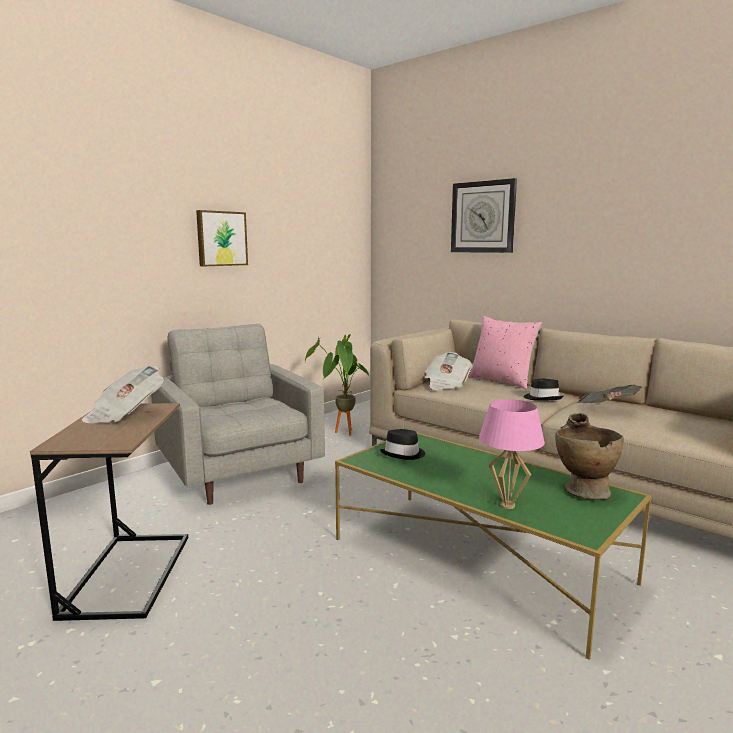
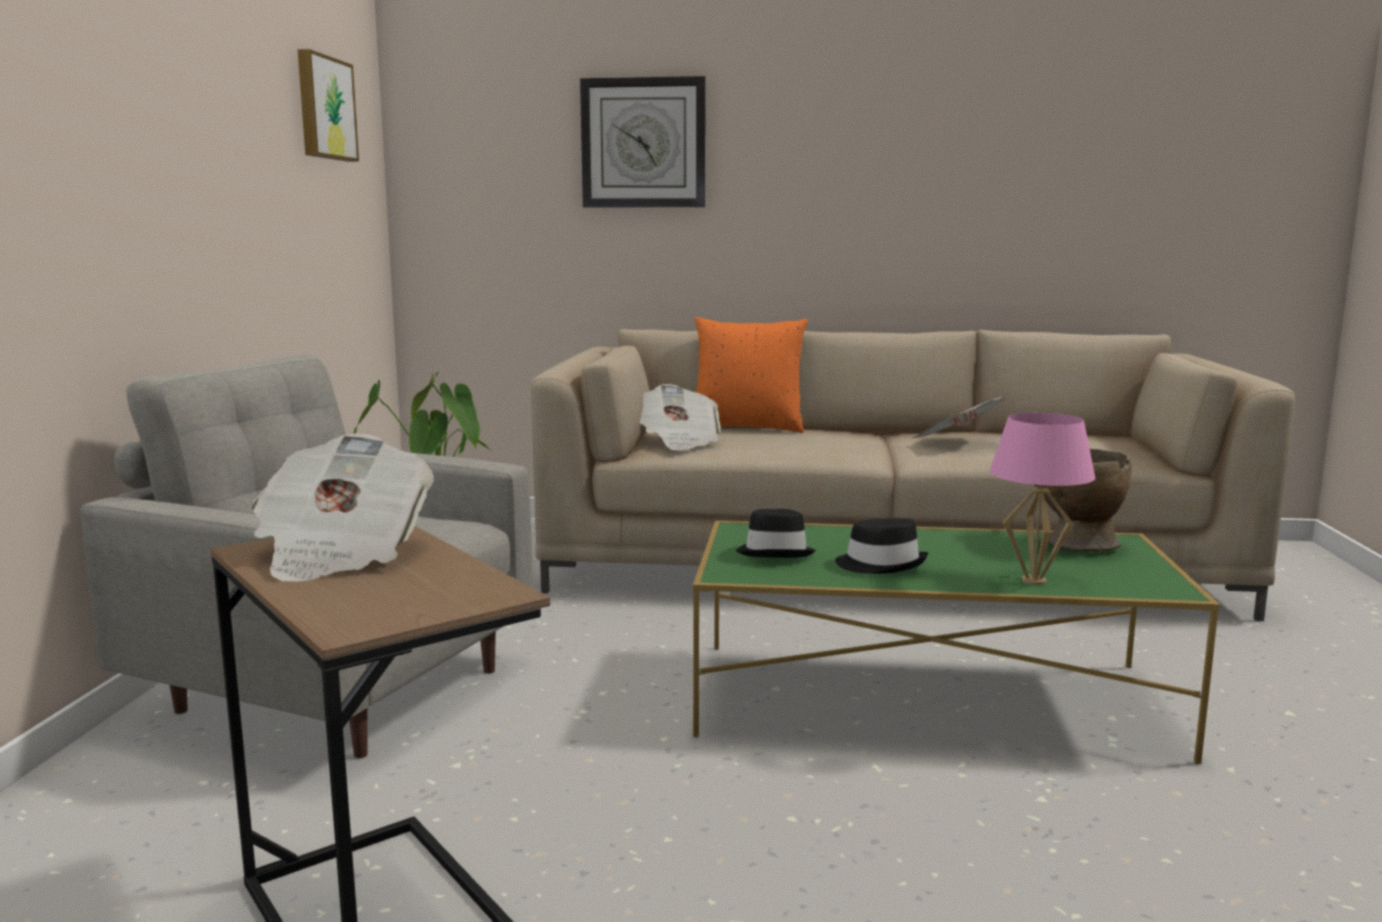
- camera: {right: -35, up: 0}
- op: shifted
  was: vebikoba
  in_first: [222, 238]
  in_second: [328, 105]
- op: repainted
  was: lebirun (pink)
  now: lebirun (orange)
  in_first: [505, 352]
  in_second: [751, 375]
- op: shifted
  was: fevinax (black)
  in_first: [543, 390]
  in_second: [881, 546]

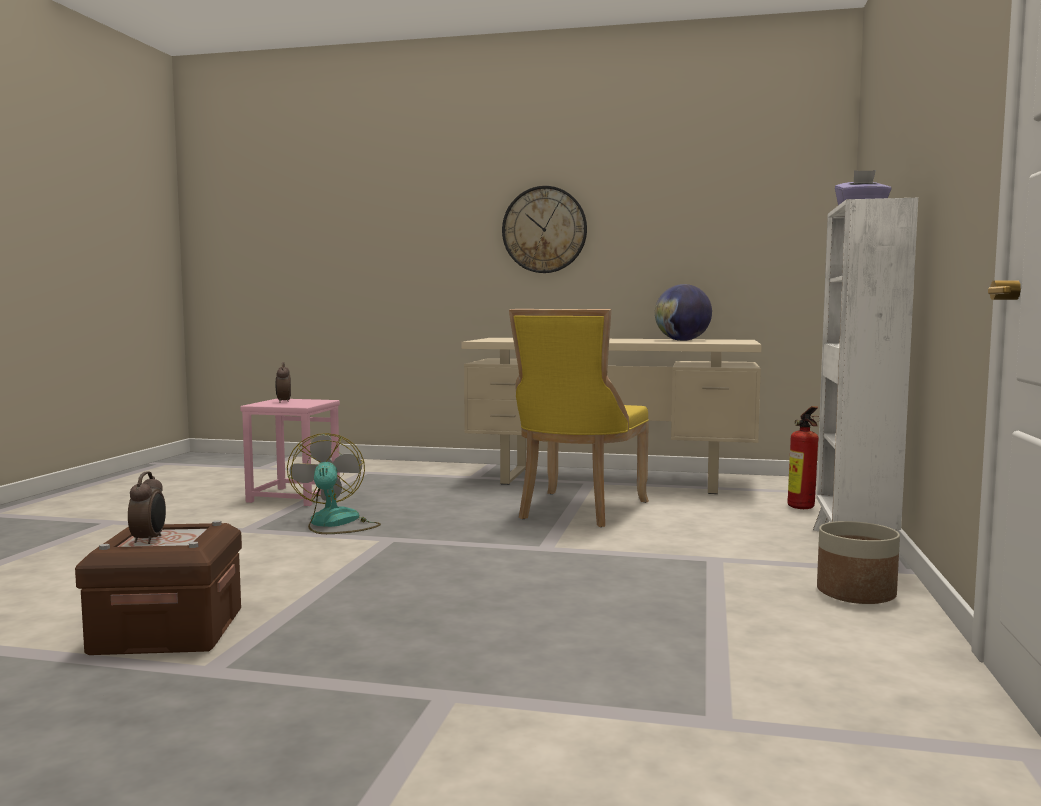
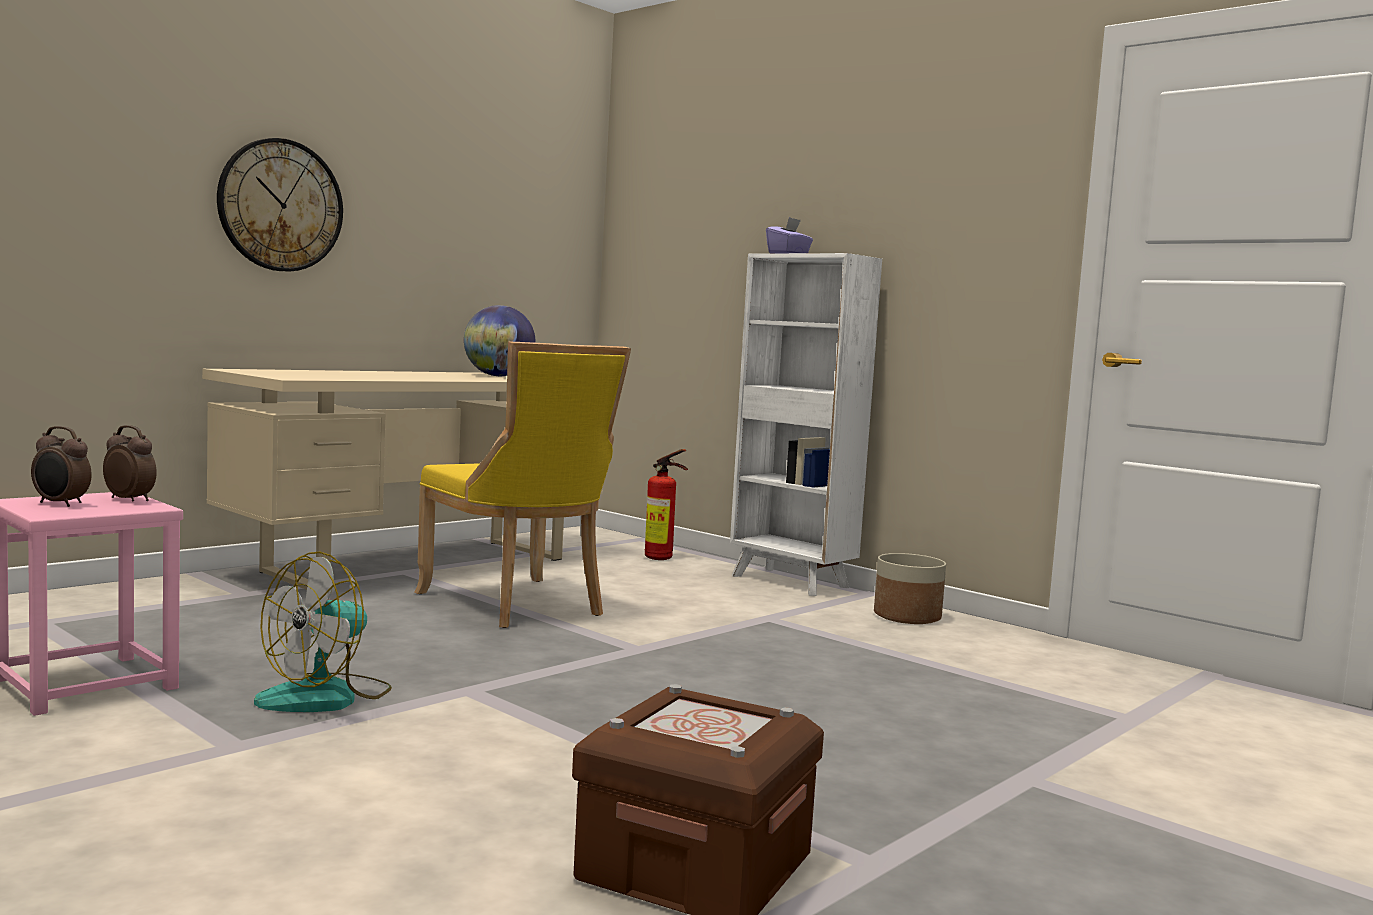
- camera: {right: -60, up: 0}
- op: rotated
  was: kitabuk
  in_first: [334, 483]
  in_second: [323, 632]
  clockwise: -75
- op: shifted
  was: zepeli
  in_first: [147, 507]
  in_second: [130, 463]

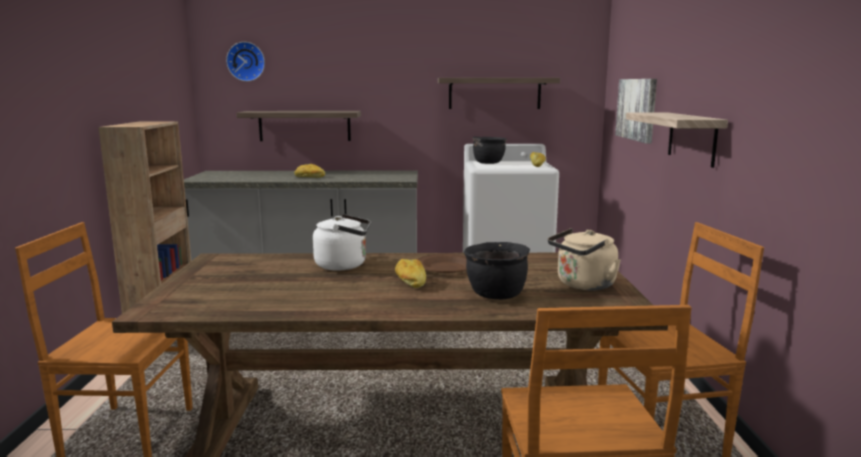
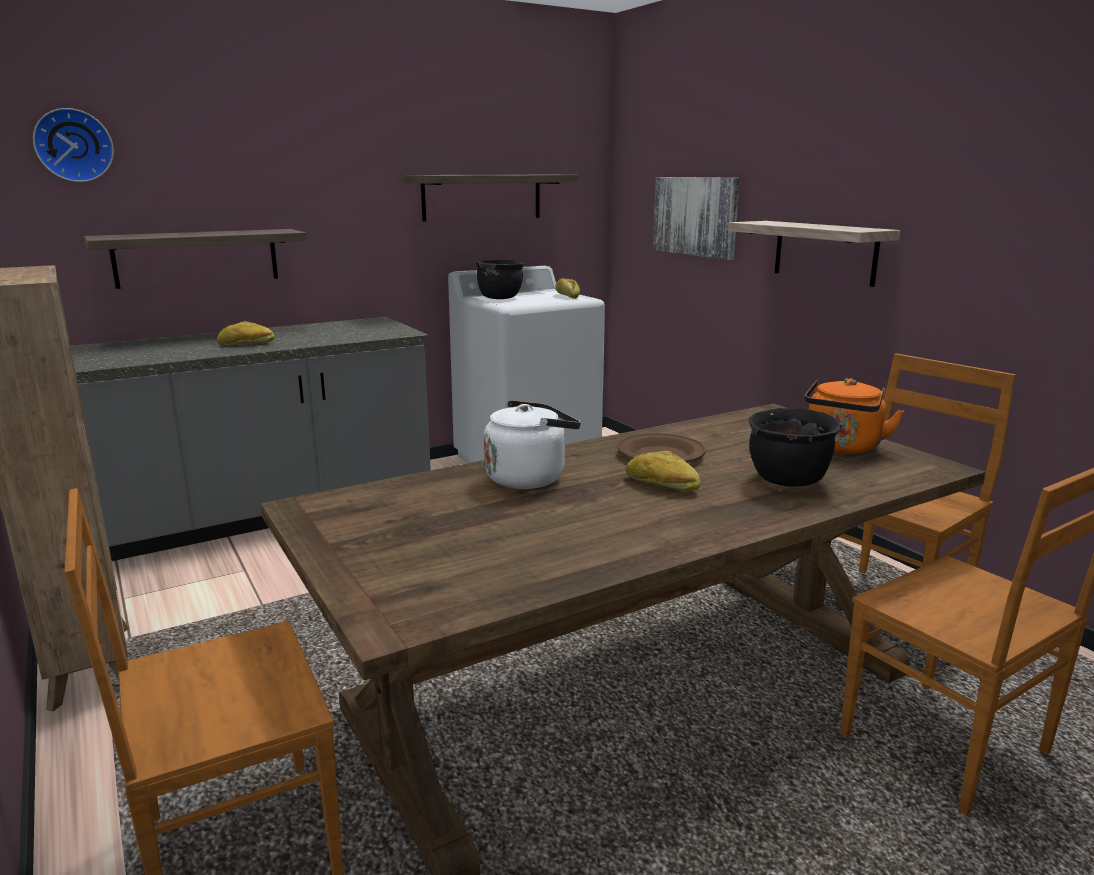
- camera: {right: -30, up: 5}
- op: repainted
  was: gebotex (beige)
  now: gebotex (orange)
  in_first: [584, 259]
  in_second: [854, 416]

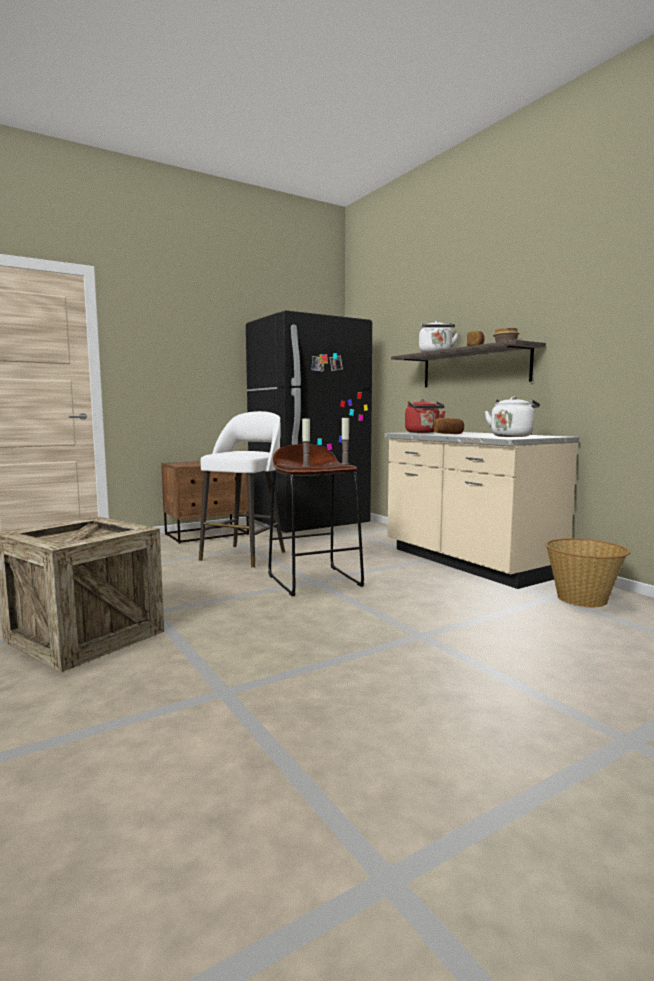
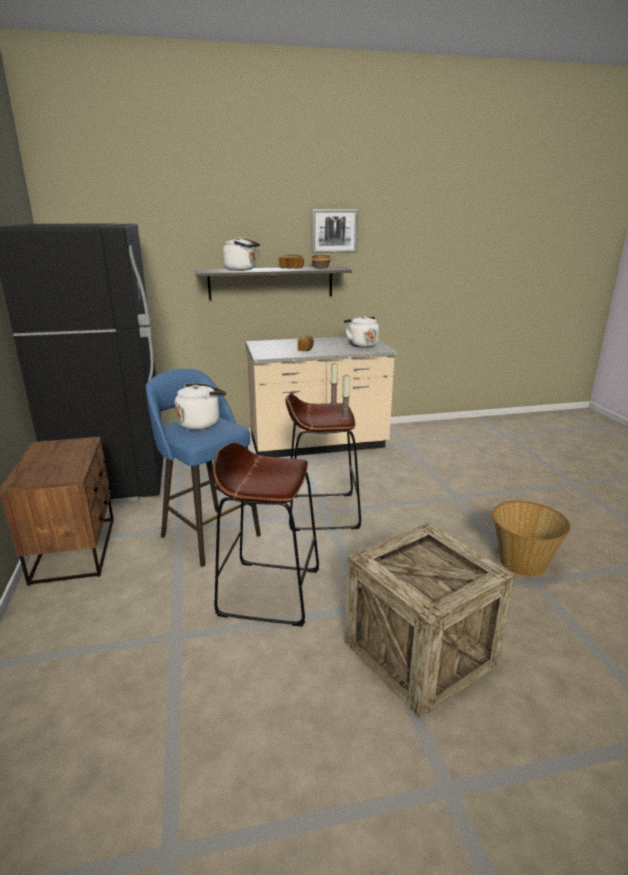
- camera: {right: -70, up: 15}
- op: gone
  was: gebotex (red)
  in_first: [425, 416]
- op: repainted
  was: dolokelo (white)
  now: dolokelo (blue)
  in_first: [242, 489]
  in_second: [203, 468]
- op: shifted
  was: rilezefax
  in_first: [587, 572]
  in_second: [531, 539]
- op: new
  now: vebikoba
  in_second: [335, 231]
- op: new
  now: gebotex (white)
  in_second: [200, 406]
- op: new
  now: dolokelo (brown)
  in_second: [266, 534]

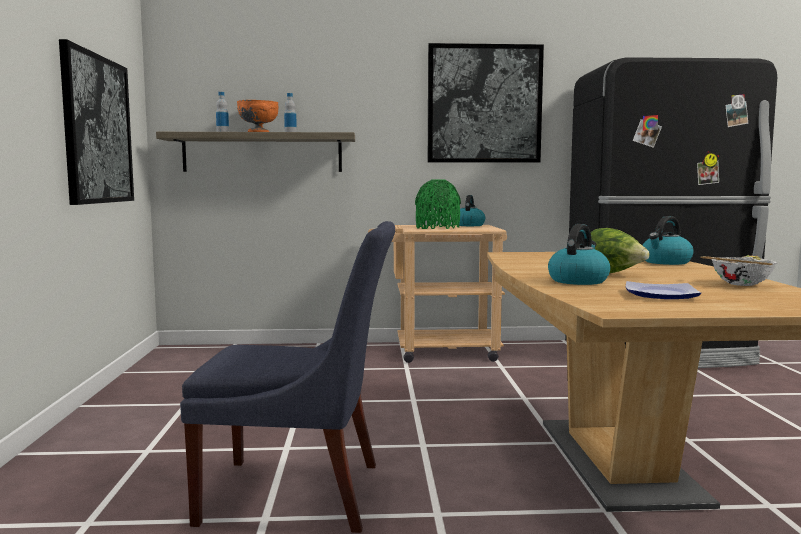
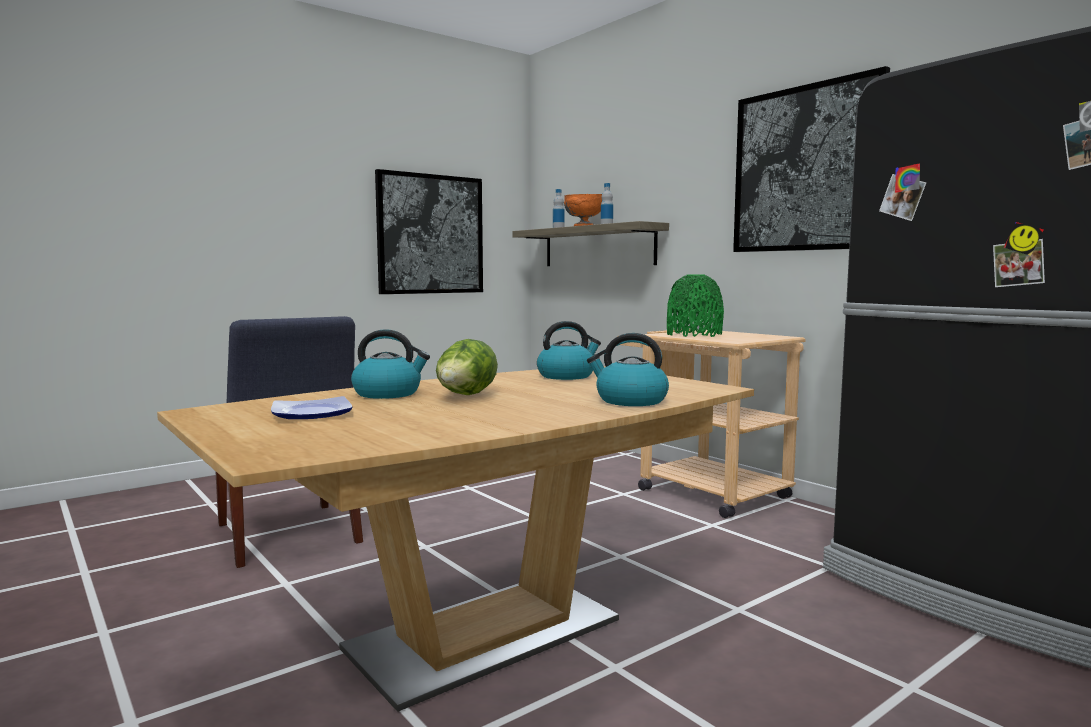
- camera: {right: 55, up: 0}
- op: shifted
  was: gebotex
  in_first: [472, 210]
  in_second: [569, 350]
- op: gone
  was: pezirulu
  in_first: [738, 270]

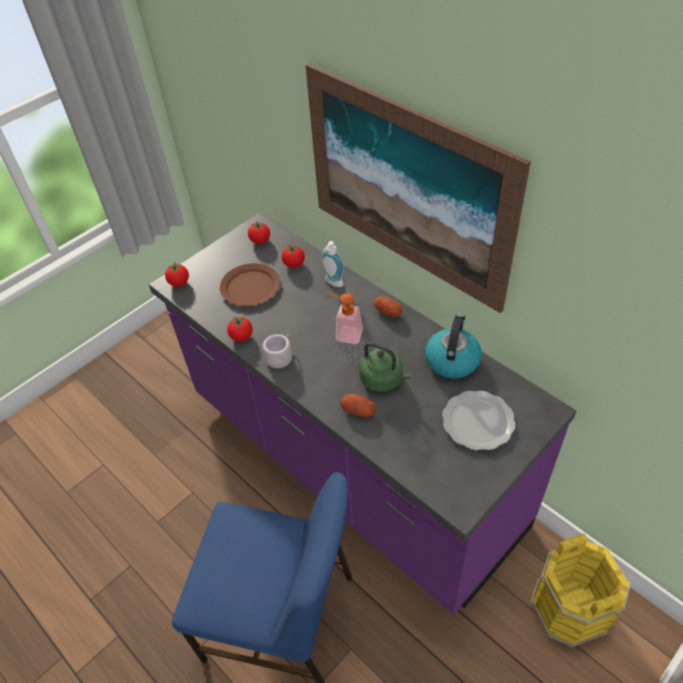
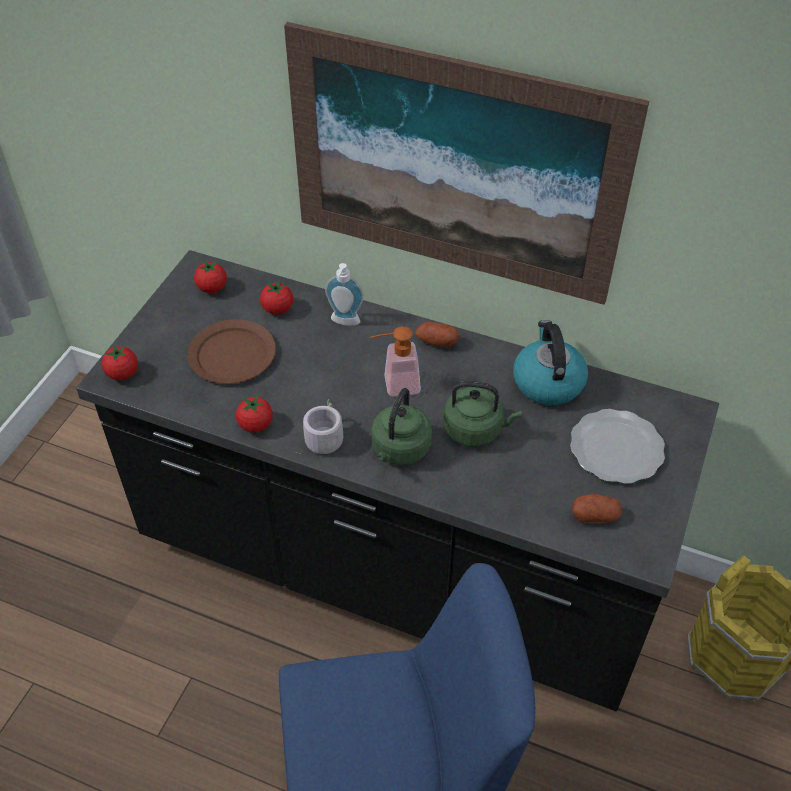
- camera: {right: -25, up: 0}
- op: repainted
  was: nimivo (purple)
  now: nimivo (black)
  in_first: [362, 414]
  in_second: [397, 480]
- op: shifted
  was: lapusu
  in_first: [358, 405]
  in_second: [597, 508]
- op: new
  now: gebotex (green)
  in_second: [401, 426]

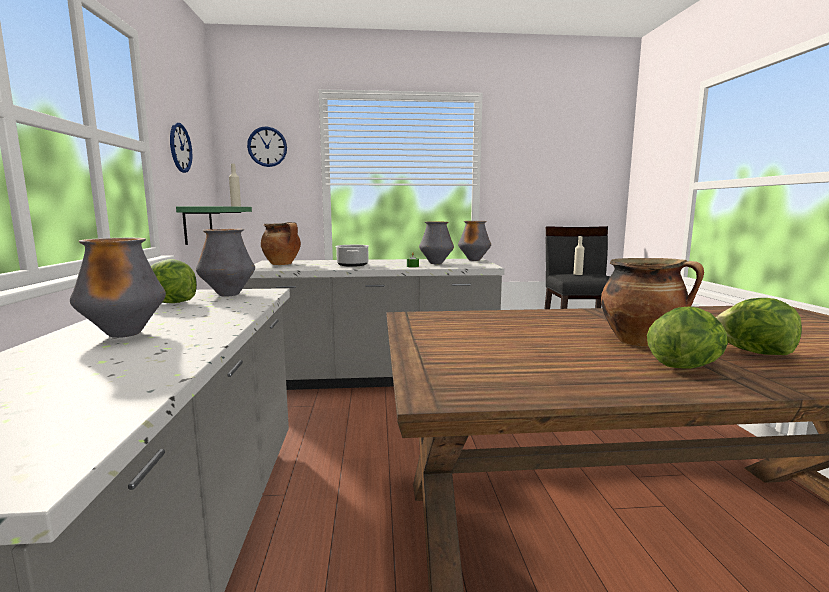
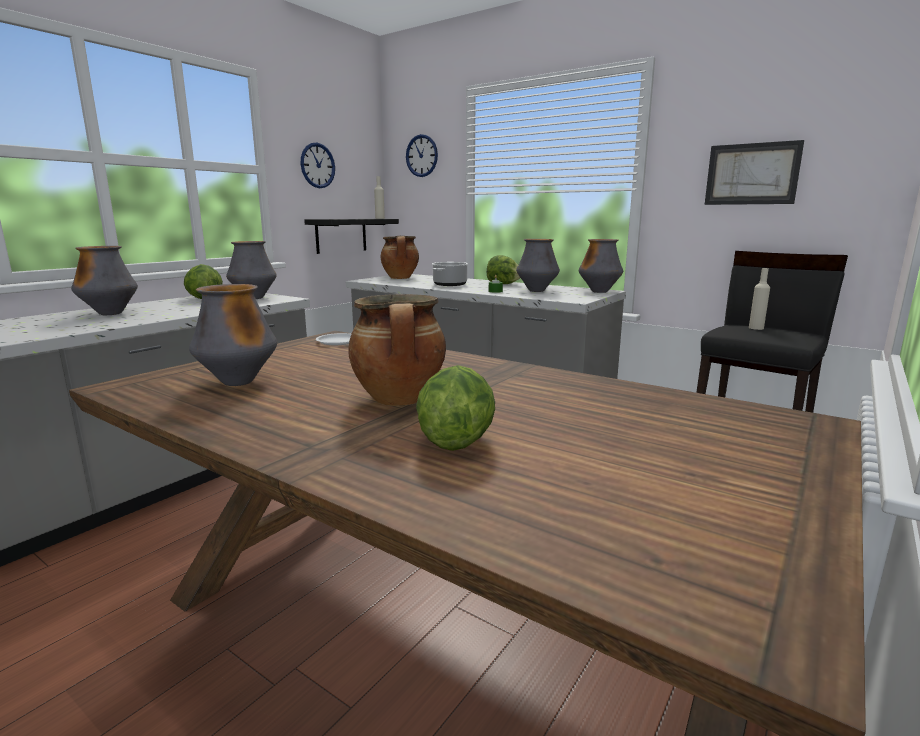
- camera: {right: 40, up: 5}
- op: repainted
  was: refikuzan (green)
  now: refikuzan (black)
  in_first: [214, 225]
  in_second: [351, 236]
- op: shifted
  was: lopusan
  in_first: [687, 337]
  in_second: [503, 269]
- op: new
  now: vebikoba
  in_second: [754, 172]
- op: new
  now: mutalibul
  in_second: [233, 335]
- op: new
  now: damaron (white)
  in_second: [333, 339]

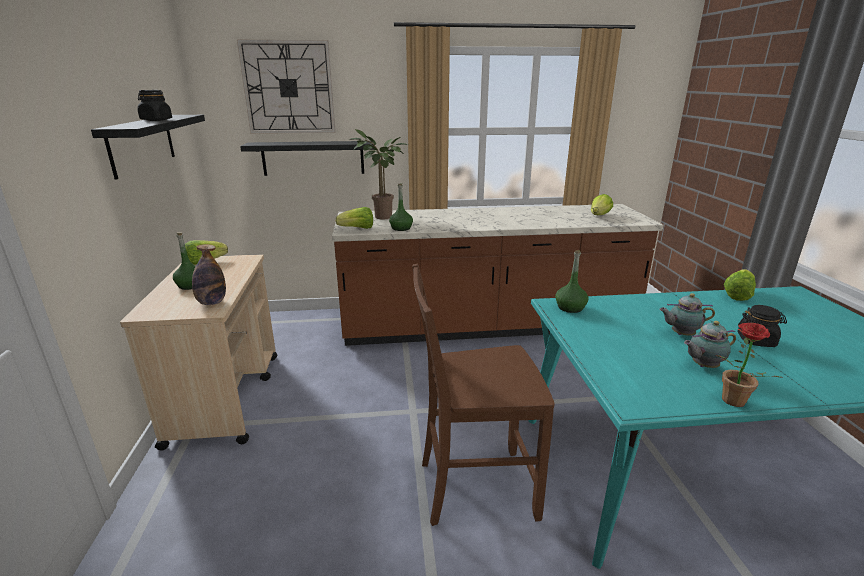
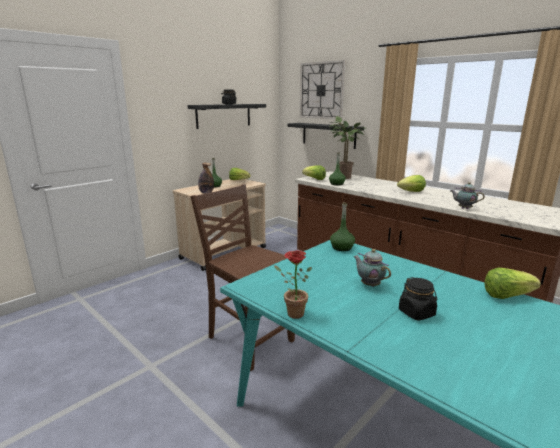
- camera: {right: 50, up: -5}
- op: shifted
  was: lopusan
  in_first: [602, 204]
  in_second: [411, 183]
- op: shifted
  was: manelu
  in_first: [710, 344]
  in_second: [467, 195]

